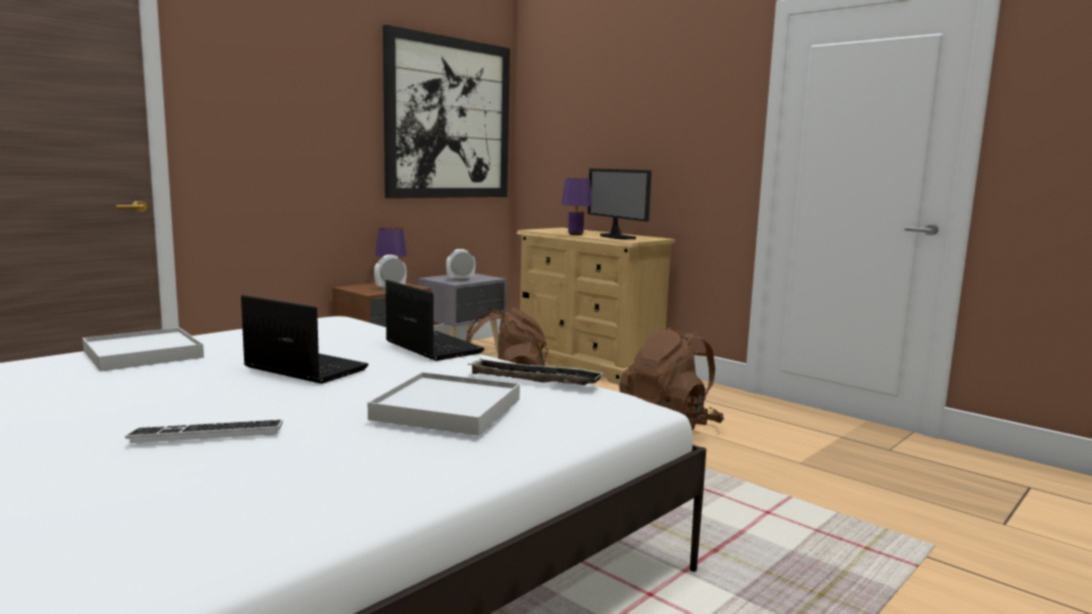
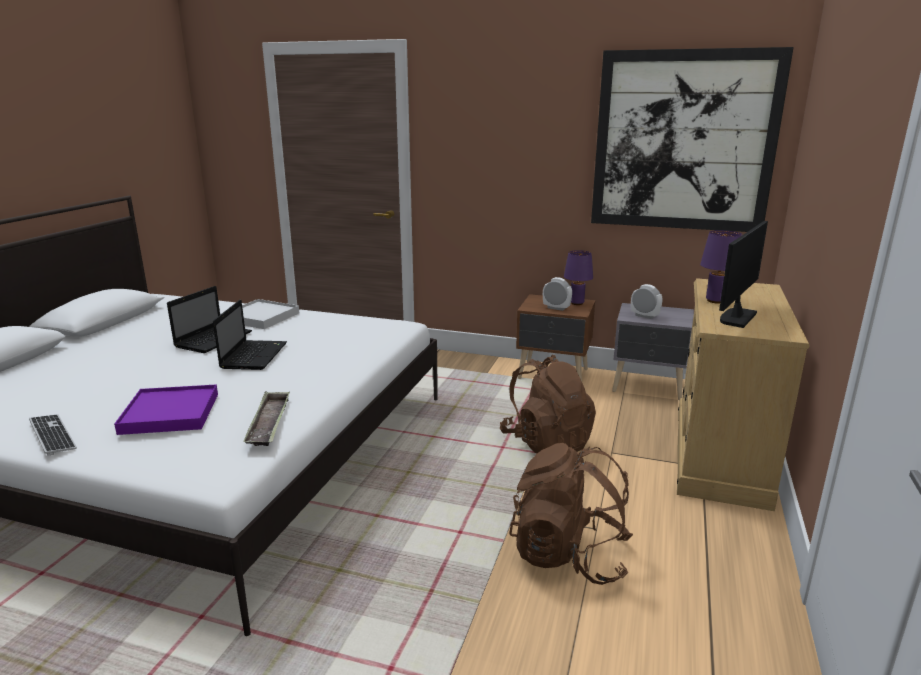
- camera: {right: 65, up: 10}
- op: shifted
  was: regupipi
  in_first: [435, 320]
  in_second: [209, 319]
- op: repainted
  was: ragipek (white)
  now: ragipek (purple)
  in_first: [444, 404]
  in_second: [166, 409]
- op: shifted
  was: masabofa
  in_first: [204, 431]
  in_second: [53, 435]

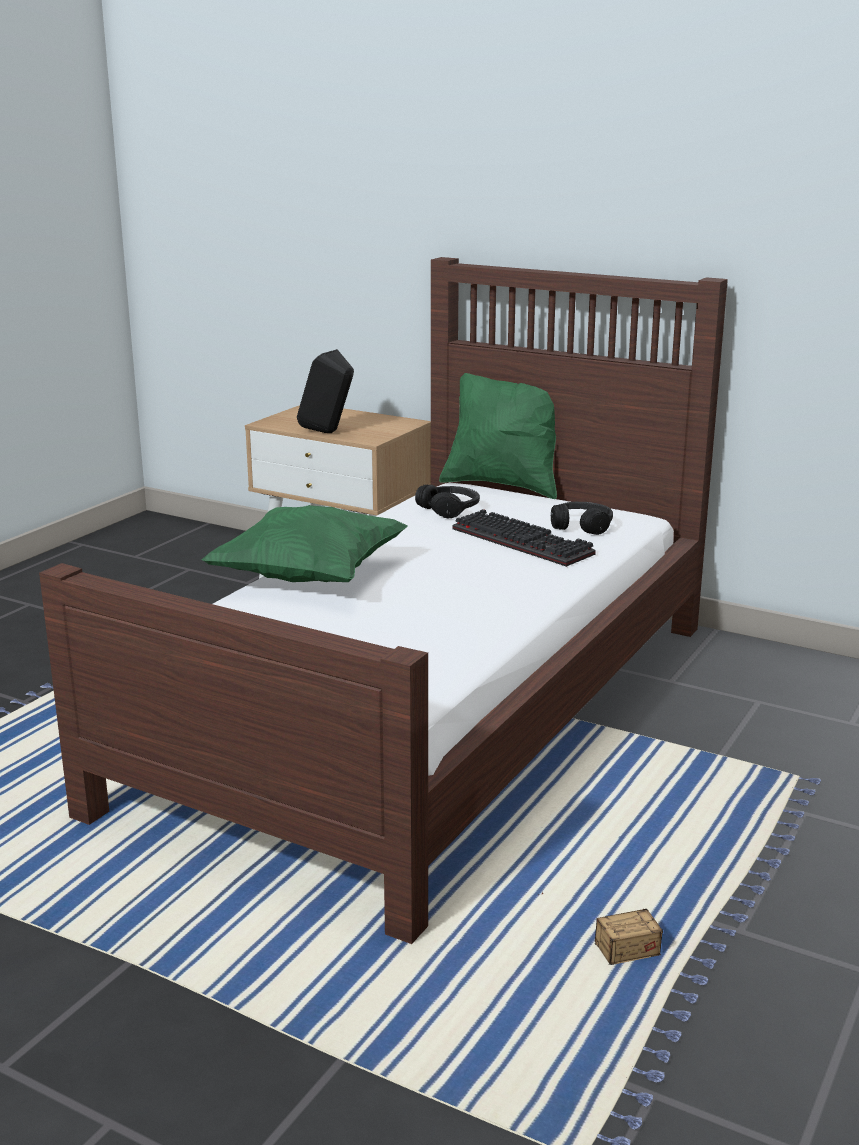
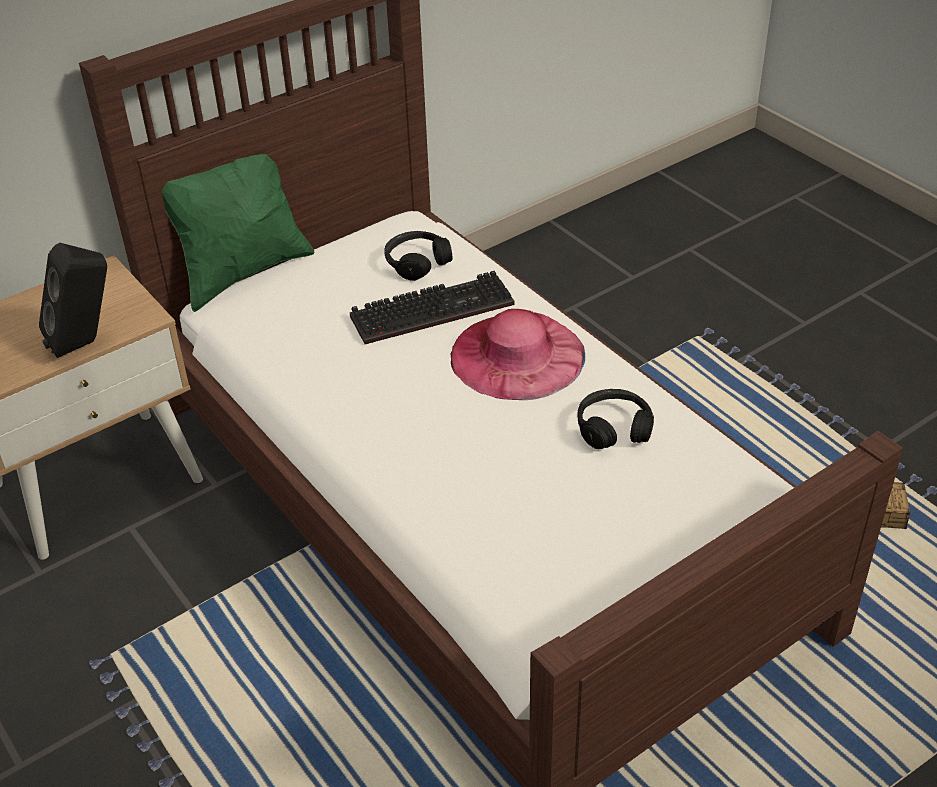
- camera: {right: -65, up: 20}
- op: shifted
  was: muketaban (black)
  in_first: [447, 501]
  in_second: [615, 419]
- op: gone
  was: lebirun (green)
  in_first: [304, 543]
- op: new
  now: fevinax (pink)
  in_second: [518, 354]

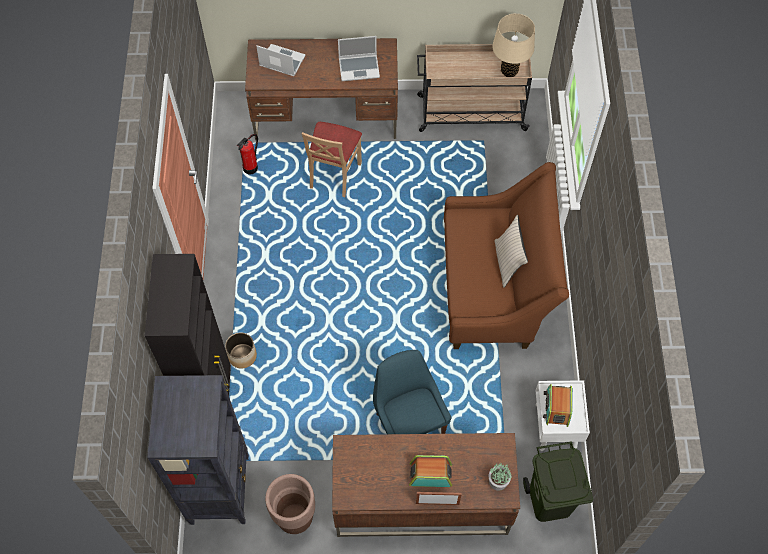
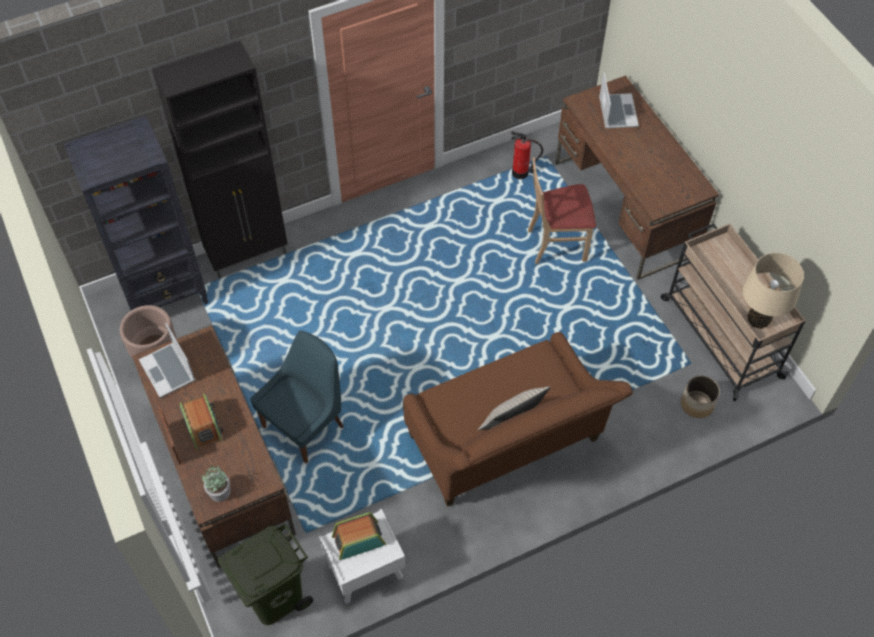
- camera: {right: 65, up: -5}
- op: shifted
  was: regupipi
  in_first: [359, 58]
  in_second: [167, 360]
- op: shifted
  was: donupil
  in_first: [241, 350]
  in_second: [700, 397]

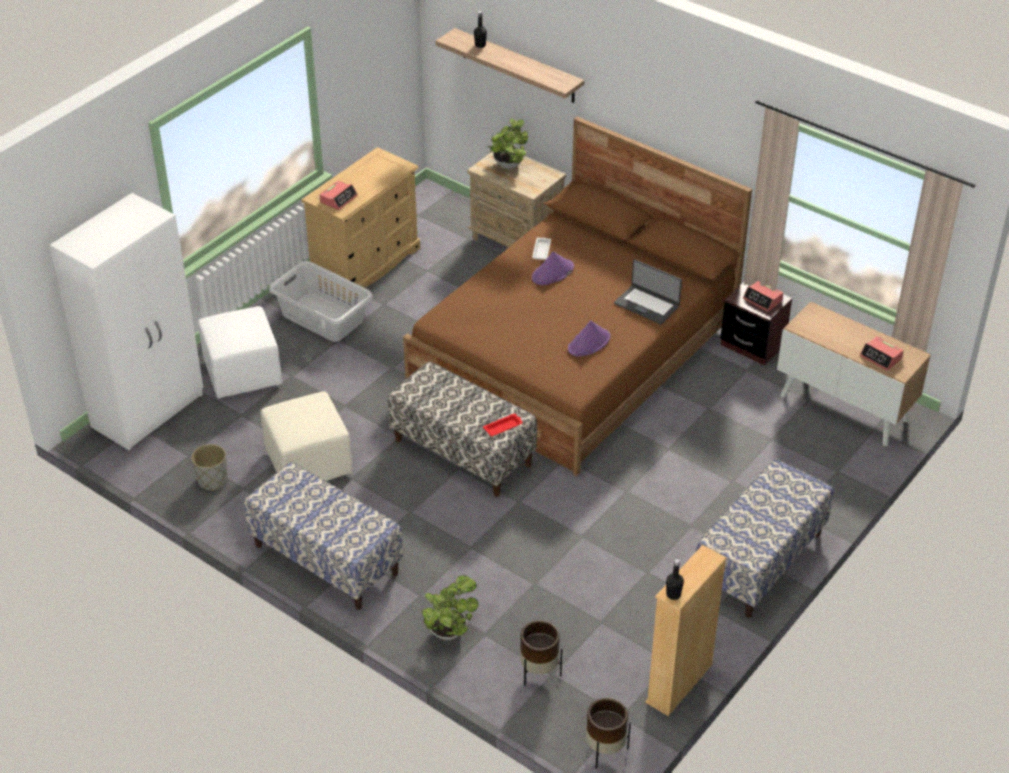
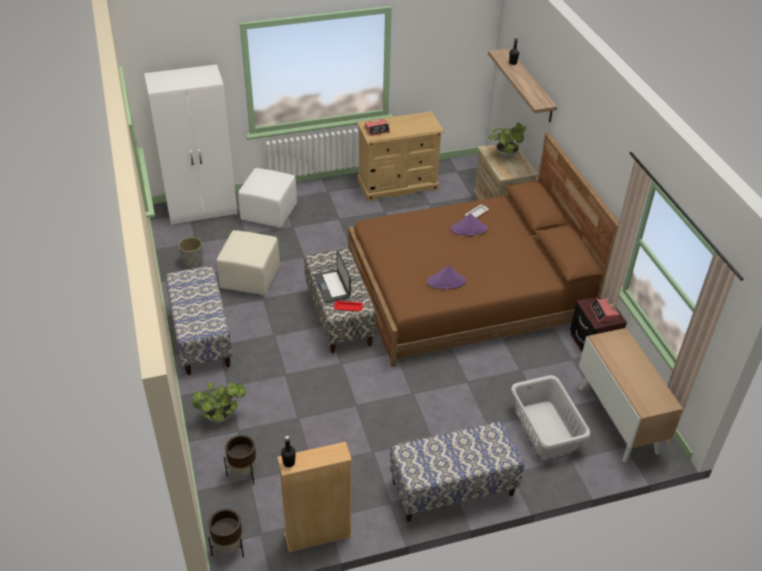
- camera: {right: 35, up: 0}
- op: shifted
  was: regupipi
  in_first: [648, 291]
  in_second: [332, 276]
- op: shifted
  was: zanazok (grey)
  in_first: [321, 301]
  in_second: [550, 416]
- op: gone
  was: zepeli
  in_first: [882, 353]

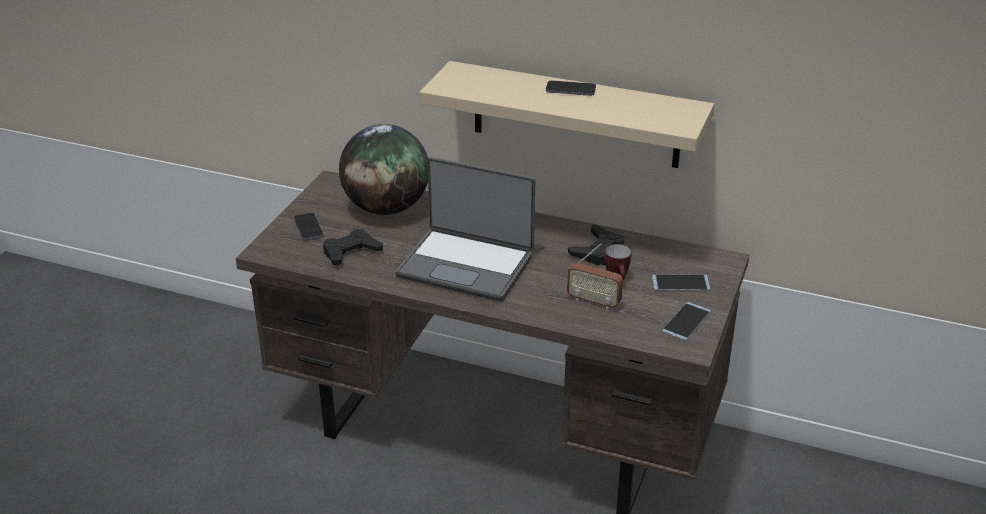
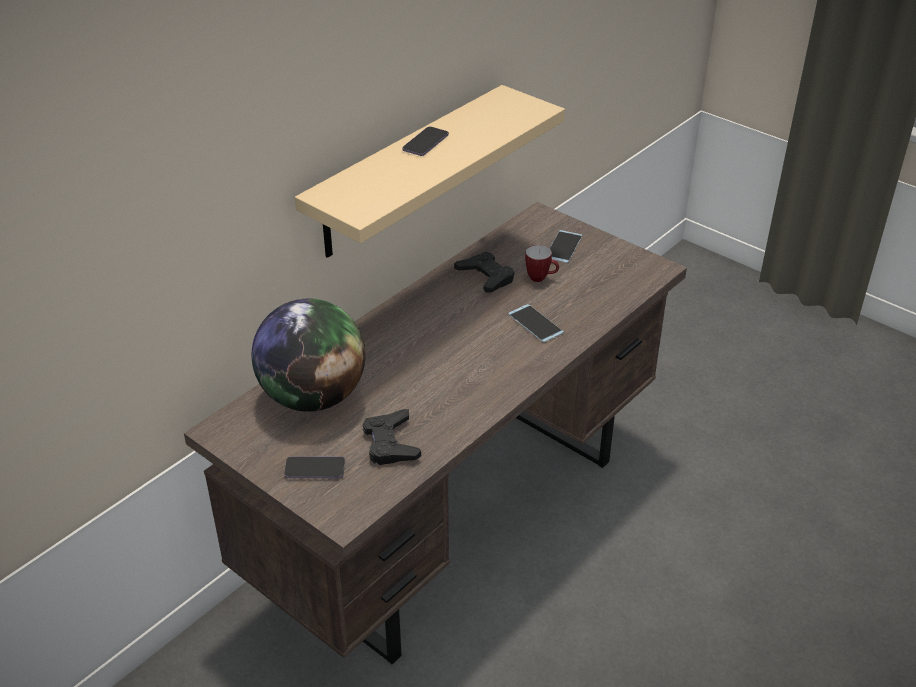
- camera: {right: -70, up: 5}
- op: gone
  was: regupipi
  in_first: [465, 229]
- op: gone
  was: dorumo
  in_first: [595, 276]
- op: shifted
  was: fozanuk
  in_first: [686, 321]
  in_second: [536, 323]

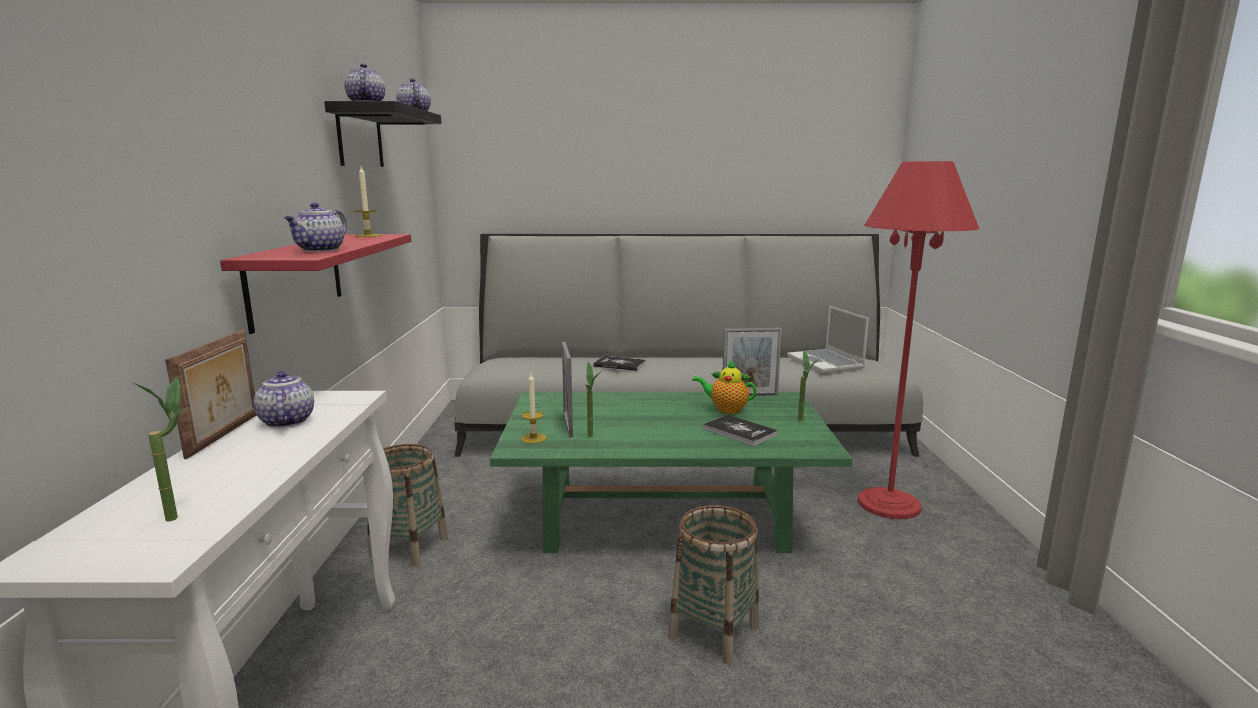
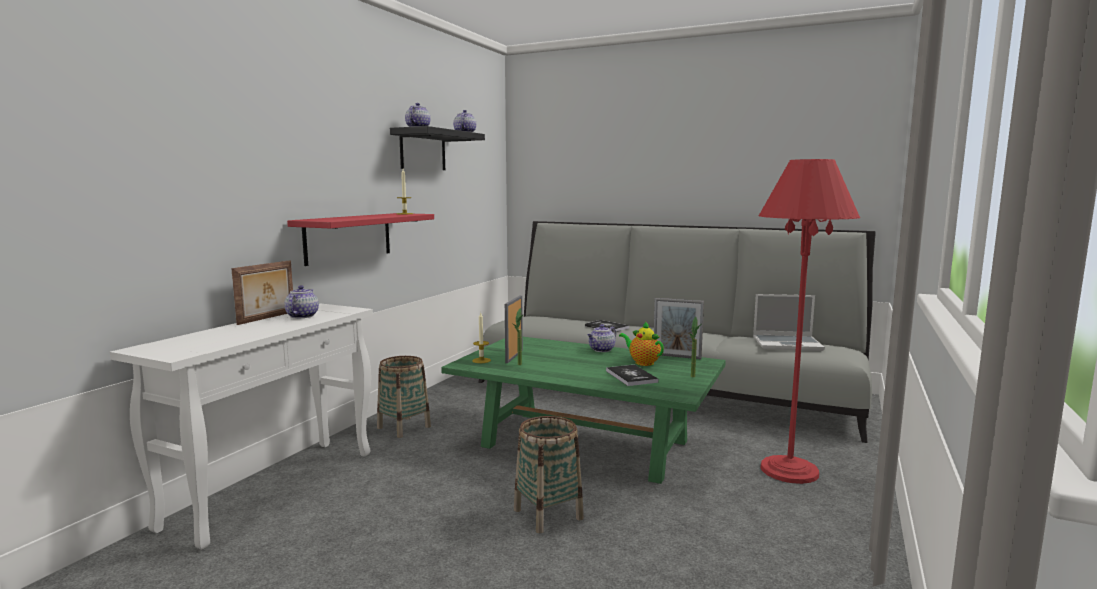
- camera: {right: 25, up: -5}
- op: shifted
  was: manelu
  in_first: [315, 227]
  in_second: [602, 338]
- op: rotated
  was: regupipi
  in_first: [828, 339]
  in_second: [789, 322]
  clockwise: -90
- op: gone
  was: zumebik
  in_first: [161, 449]

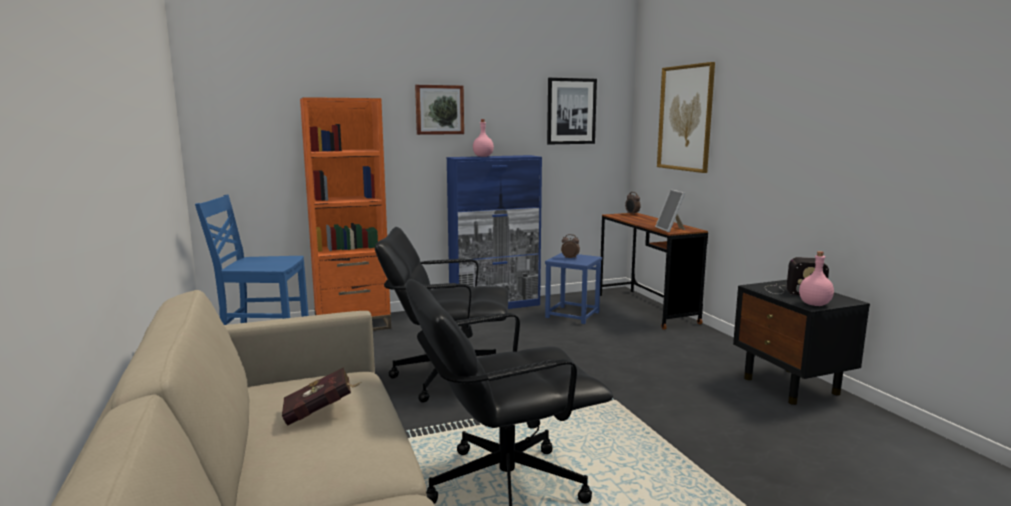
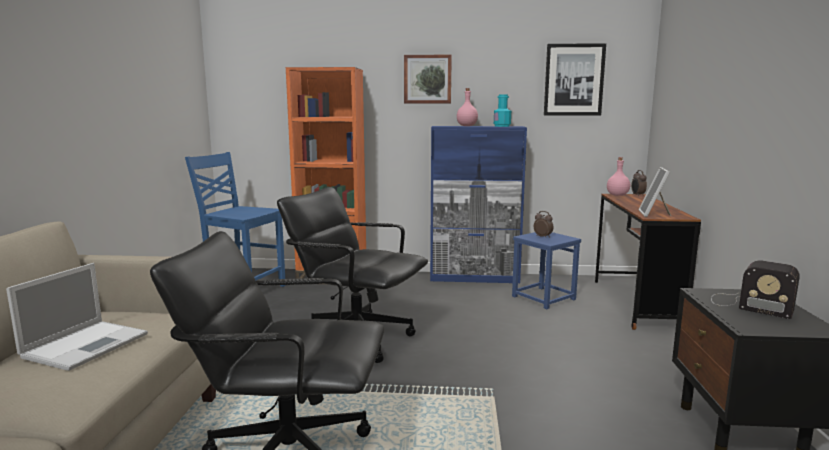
- camera: {right: 25, up: 0}
- op: gone
  was: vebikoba
  in_first: [686, 117]
- op: shifted
  was: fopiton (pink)
  in_first: [816, 278]
  in_second: [618, 176]
- op: swapped
  was: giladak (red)
  now: regupipi
  in_first: [321, 396]
  in_second: [77, 317]
- op: new
  now: fopiton (turquoise)
  in_second: [502, 110]

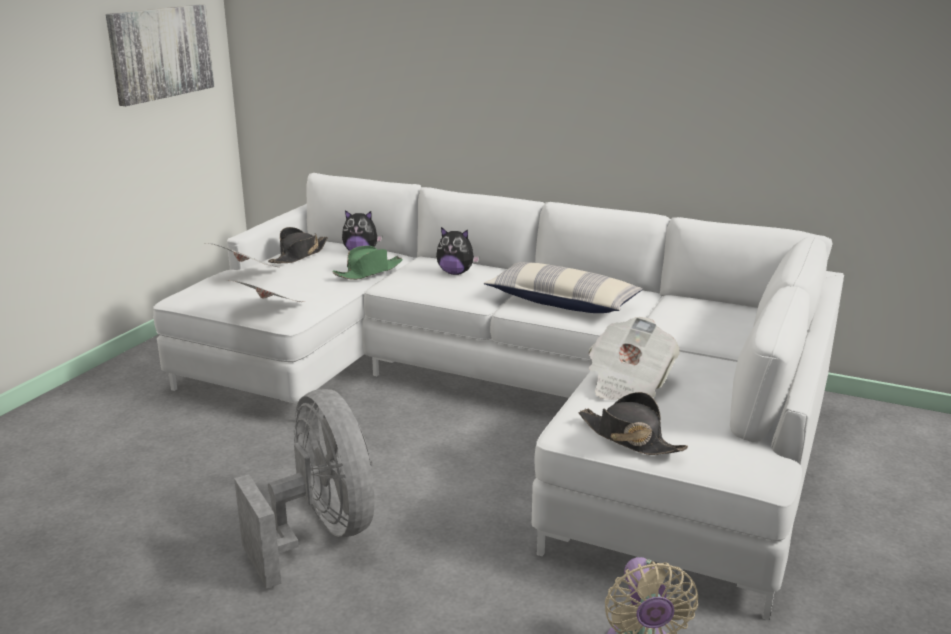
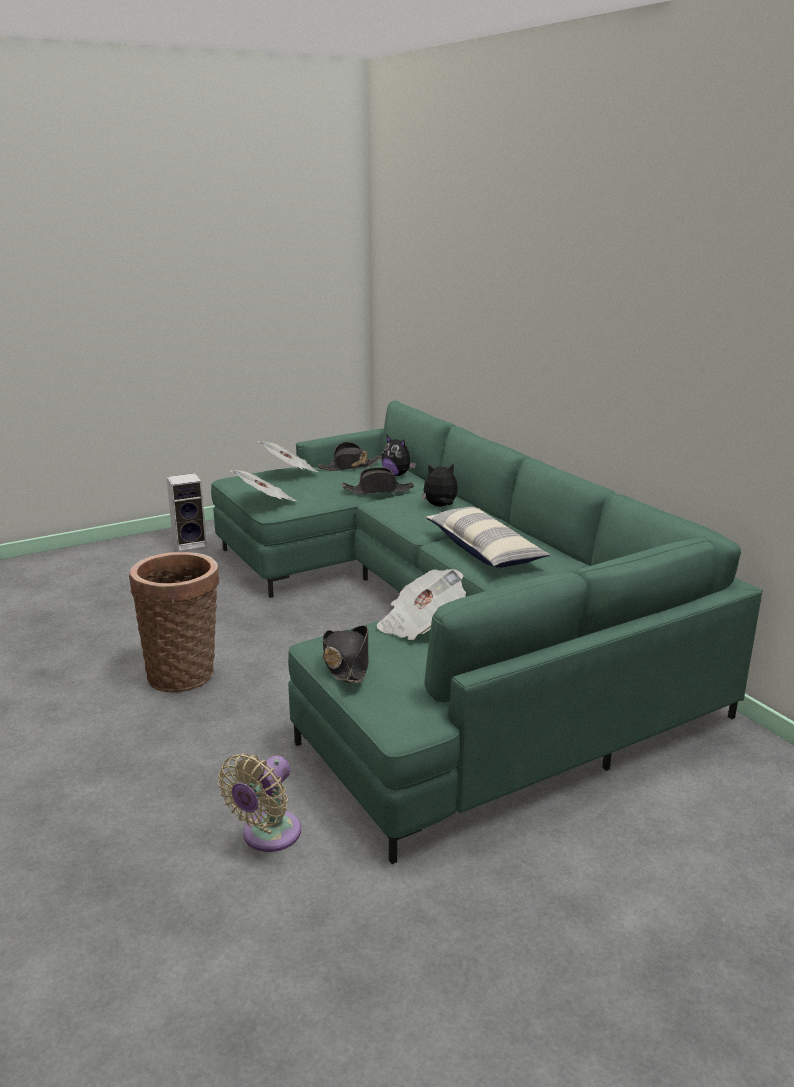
- camera: {right: 35, up: 0}
- op: gone
  was: vebikoba
  in_first: [160, 55]
- op: repainted
  was: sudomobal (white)
  now: sudomobal (green)
  in_first: [498, 397]
  in_second: [487, 632]
- op: rotated
  was: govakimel
  in_first: [458, 251]
  in_second: [440, 484]
  clockwise: 120
- op: repainted
  was: fevinax (green)
  now: fevinax (black)
  in_first: [367, 263]
  in_second: [378, 480]
- op: swapped
  was: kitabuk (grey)
  now: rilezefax
  in_first: [304, 489]
  in_second: [174, 622]
- op: new
  now: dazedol
  in_second: [186, 512]

